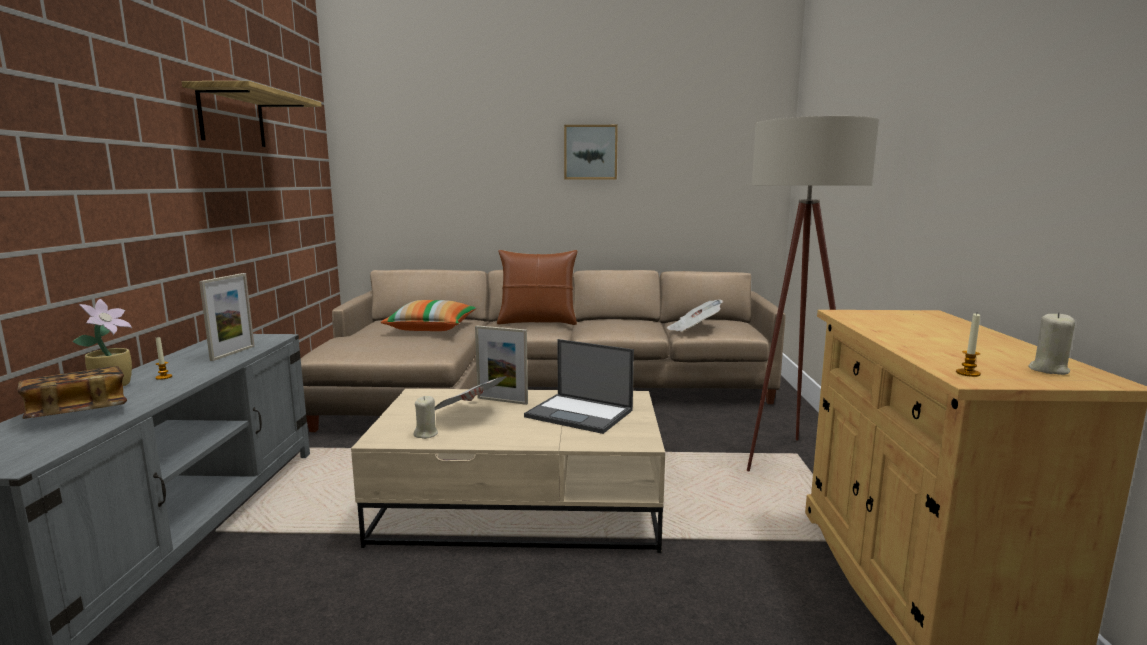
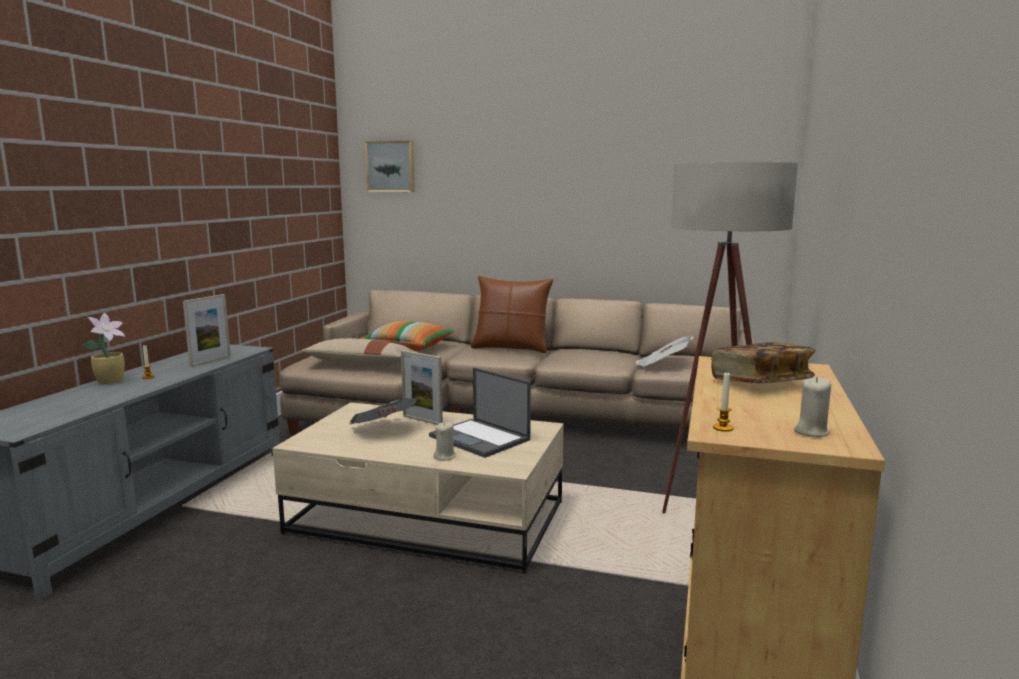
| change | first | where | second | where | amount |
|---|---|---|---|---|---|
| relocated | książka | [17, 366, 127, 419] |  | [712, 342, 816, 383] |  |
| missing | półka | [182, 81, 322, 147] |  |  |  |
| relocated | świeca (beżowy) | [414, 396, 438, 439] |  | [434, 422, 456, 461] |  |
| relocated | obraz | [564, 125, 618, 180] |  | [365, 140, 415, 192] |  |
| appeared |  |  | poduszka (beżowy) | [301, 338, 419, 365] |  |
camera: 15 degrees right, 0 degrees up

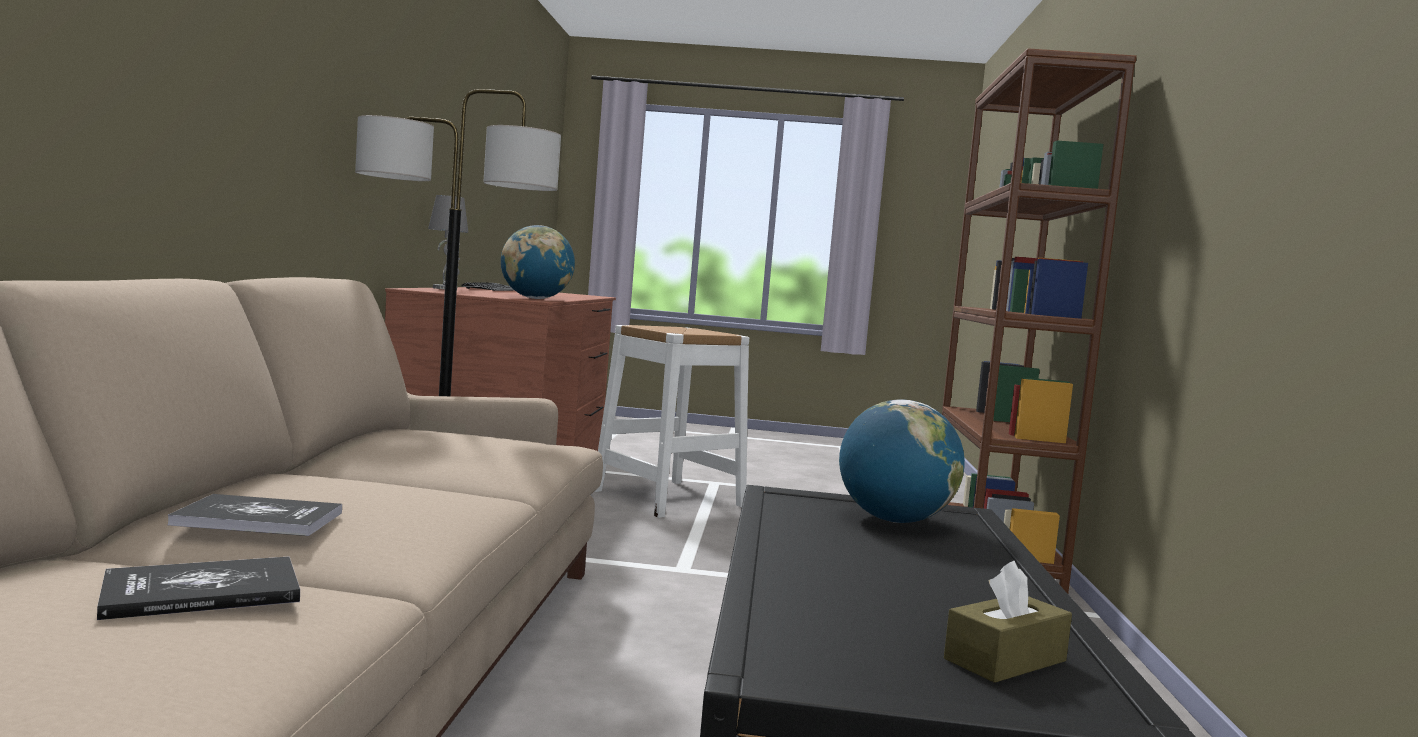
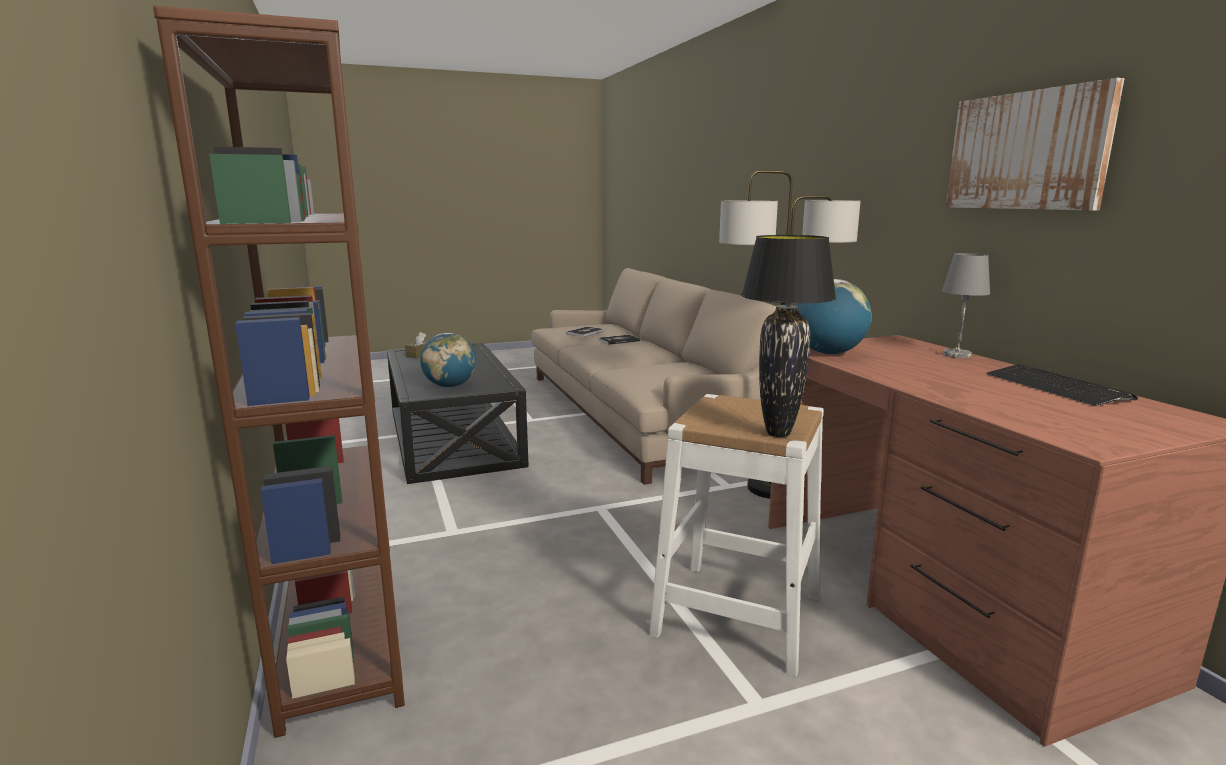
| change | first | where | second | where | amount |
|---|---|---|---|---|---|
| appeared |  |  | lampa stołowa (czarny) | [741, 235, 836, 437] |  |
| appeared |  |  | obraz | [946, 78, 1125, 211] |  |
camera: 155 degrees right, 10 degrees up

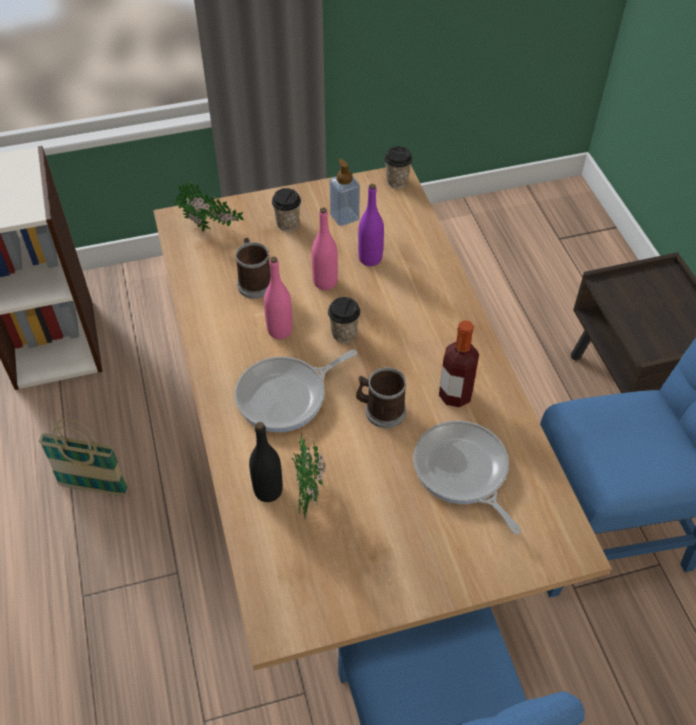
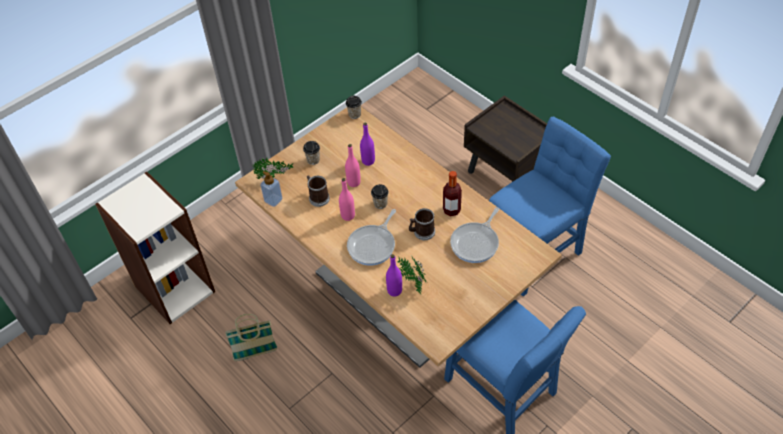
| change | first | where | second | where | amount |
|---|---|---|---|---|---|
| colour | butelka (czarny) | [249, 422, 283, 502] | butelka (fioletowy) | [386, 254, 402, 297] |  |
| relocated | dozownik mydła | [330, 159, 360, 226] |  | [260, 171, 283, 207] |  |
| spun | patelnia | [413, 421, 521, 534] |  | [450, 207, 499, 263] | 90 degrees counterclockwise |
camera: 25 degrees left, 0 degrees up

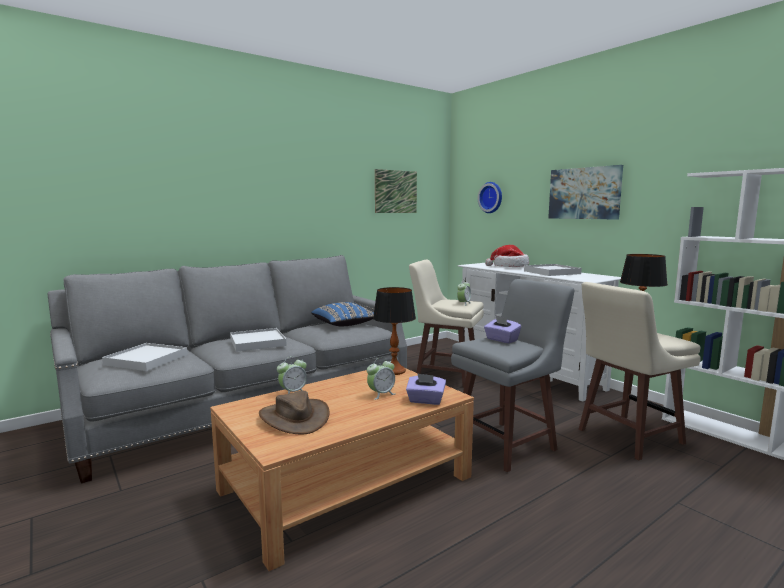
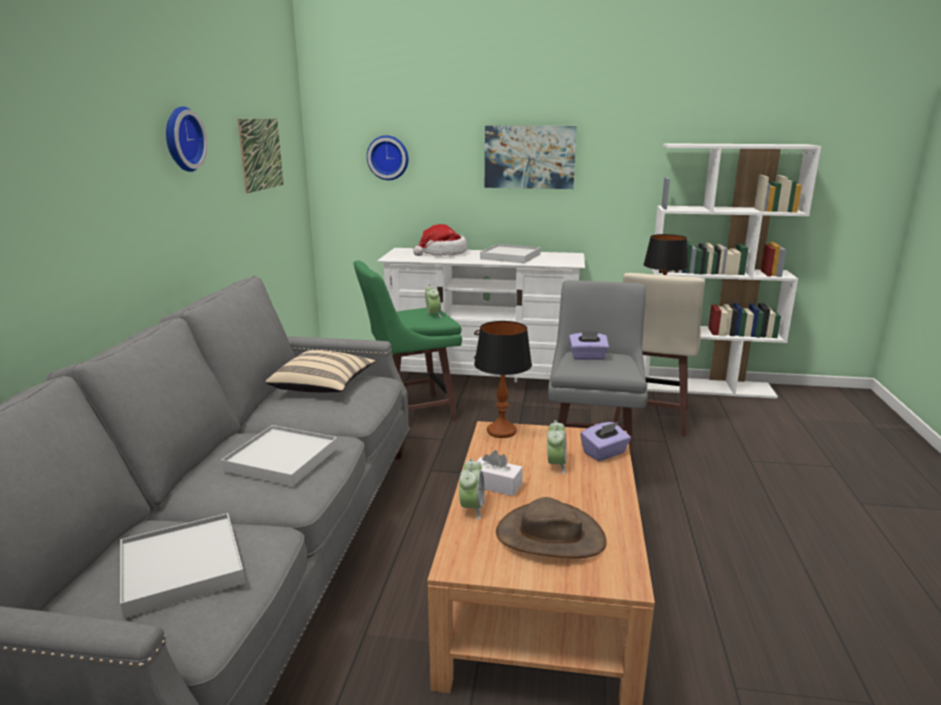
| change | first | where | second | where | amount |
|---|---|---|---|---|---|
| colour | poduszka (niebieski) | [311, 302, 374, 326] | poduszka (beżowy) | [265, 350, 375, 393] |  |
| colour | stołek (beżowy) | [409, 260, 484, 388] | stołek (zielony) | [354, 261, 462, 421] |  |
| appeared |  |  | zegar ścienny | [166, 106, 208, 172] |  |
| appeared |  |  | pudełko chusteczek (biały) | [477, 450, 523, 496] |  |
camera: 45 degrees left, 10 degrees up

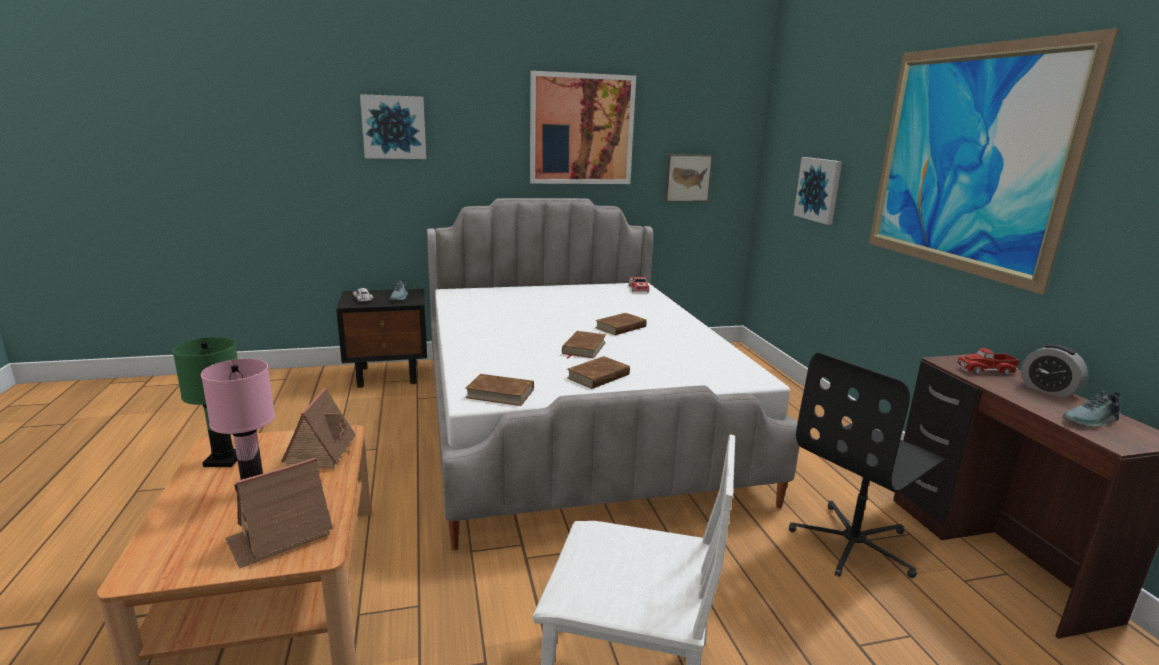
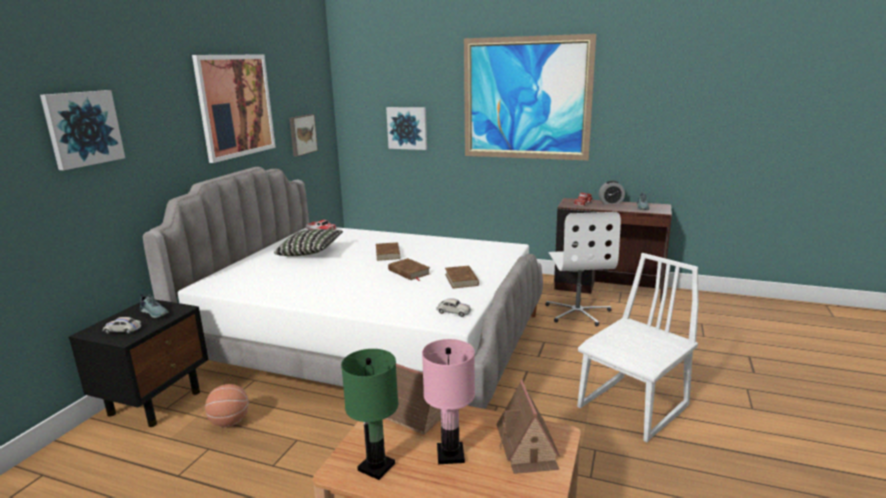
| change | first | where | second | where | amount |
|---|---|---|---|---|---|
| exchanged | książka (brązowy) | [465, 374, 534, 406] | samochodzik (biały) | [437, 298, 471, 317] |  |
| colour | krzesło biurowe (czarny) | [789, 353, 945, 578] | krzesło biurowe (biały) | [545, 212, 621, 326] |  |
| appeared |  |  | piłka do koszykówki | [205, 384, 249, 427] |  |
| appeared |  |  | poduszka | [274, 229, 343, 256] |  |
camera: 55 degrees left, 0 degrees up

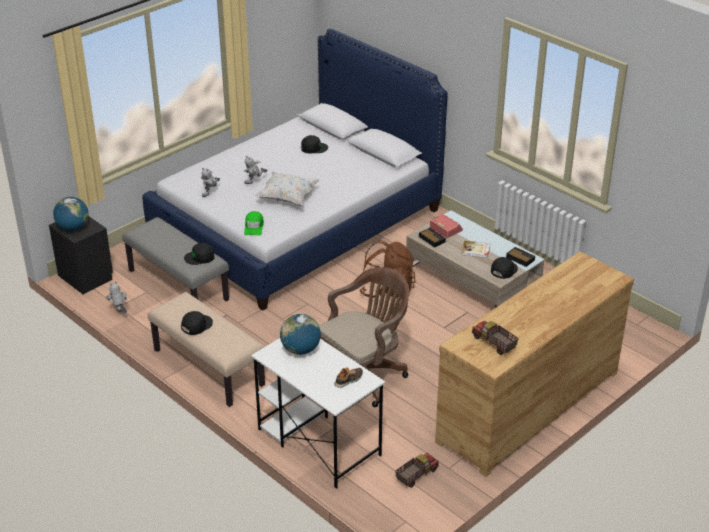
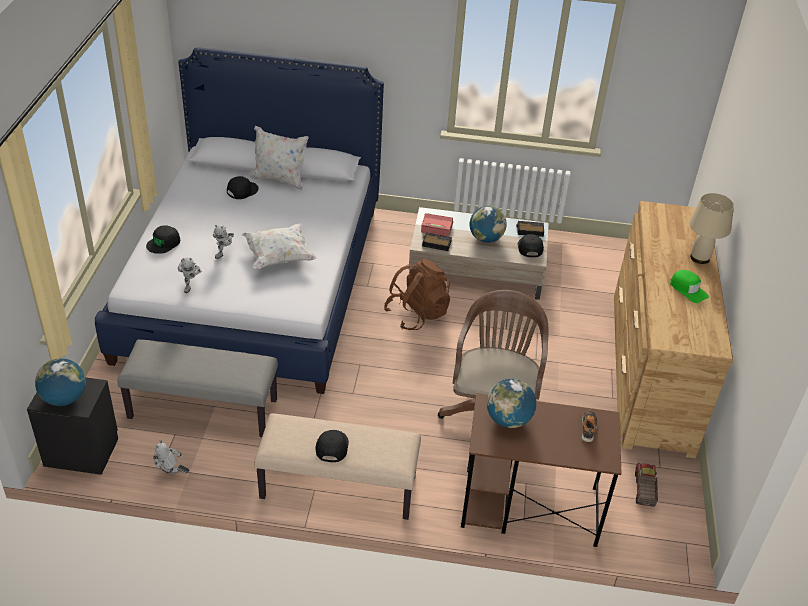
| change | first | where | second | where | amount |
|---|---|---|---|---|---|
| relocated | czapka z daszkiem (czarny) | [184, 243, 215, 265] |  | [146, 225, 181, 254] |  |
| relocated | czapka z daszkiem (zielony) | [244, 211, 264, 235] |  | [670, 270, 709, 303] |  |
| colour | biurko (biały) | [251, 338, 385, 489] | biurko (brązowy) | [461, 393, 622, 547] |  |
| exchanged | książka | [461, 241, 490, 258] | globus | [470, 206, 507, 243] |  |
| missing | ciężarówka zabawkowa | [472, 320, 519, 355] |  |  |  |
| appeared |  |  | poduszka (biały) | [250, 126, 309, 190] |  |
| appeared |  |  | lampa stołowa (beżowy) | [689, 193, 734, 264] |  |
camera: 40 degrees left, 5 degrees up

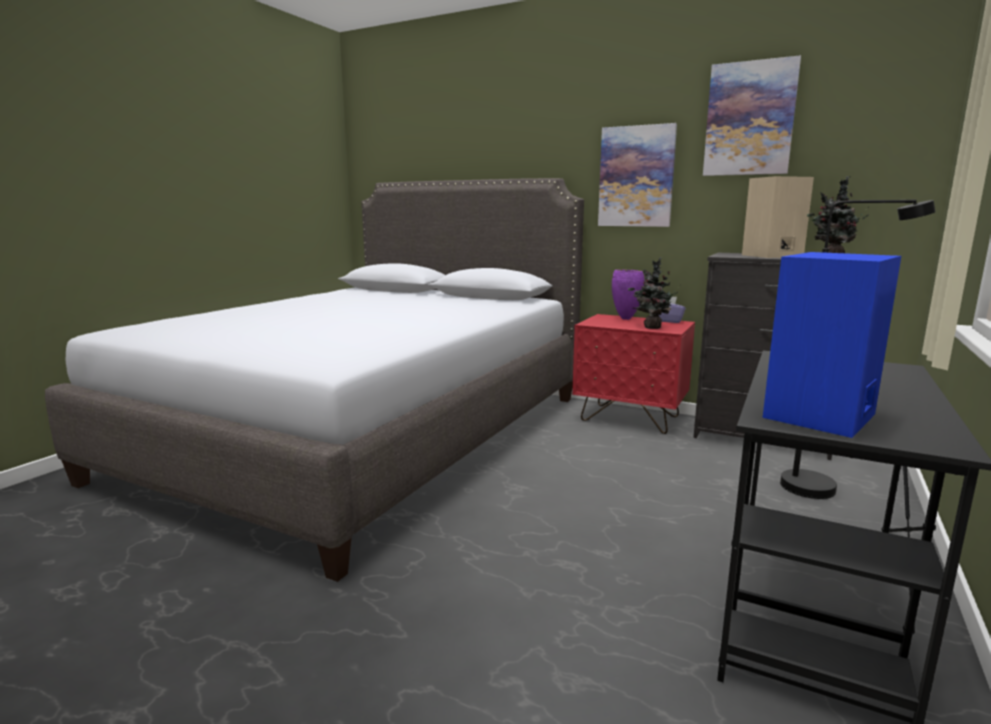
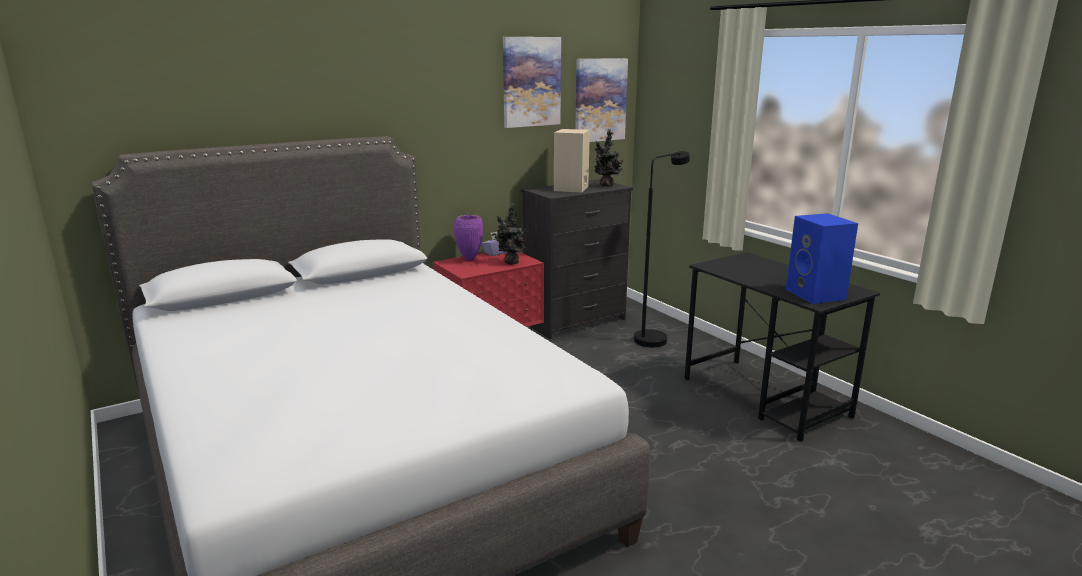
| change | first | where | second | where | amount |
|---|---|---|---|---|---|
| relocated | obraz | [598, 123, 677, 227] |  | [575, 58, 628, 142] |  |
camera: 60 degrees left, 5 degrees up

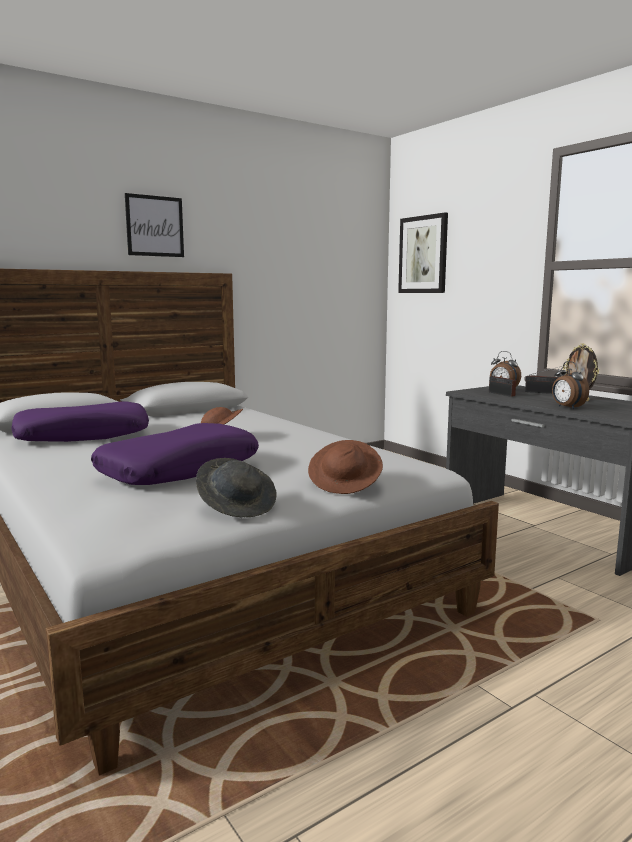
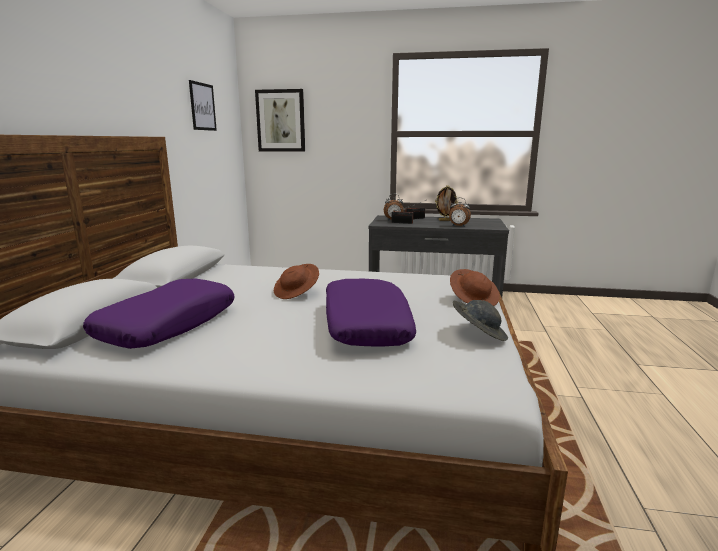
| change | first | where | second | where | amount |
|---|---|---|---|---|---|
| relocated | obraz | [125, 193, 184, 257] |  | [189, 80, 217, 131] |  |
camera: 45 degrees left, 5 degrees up

